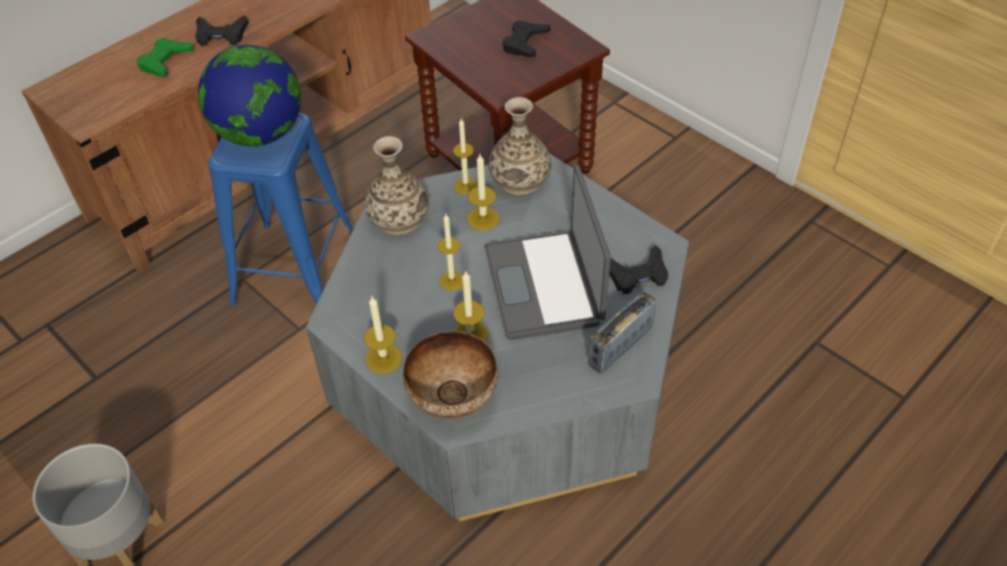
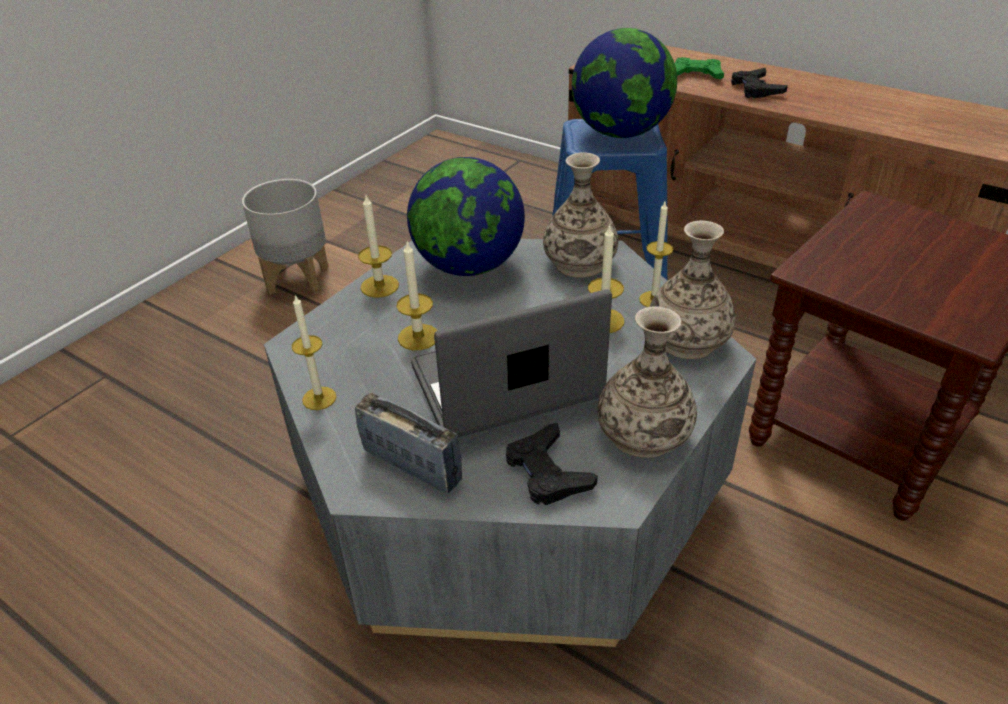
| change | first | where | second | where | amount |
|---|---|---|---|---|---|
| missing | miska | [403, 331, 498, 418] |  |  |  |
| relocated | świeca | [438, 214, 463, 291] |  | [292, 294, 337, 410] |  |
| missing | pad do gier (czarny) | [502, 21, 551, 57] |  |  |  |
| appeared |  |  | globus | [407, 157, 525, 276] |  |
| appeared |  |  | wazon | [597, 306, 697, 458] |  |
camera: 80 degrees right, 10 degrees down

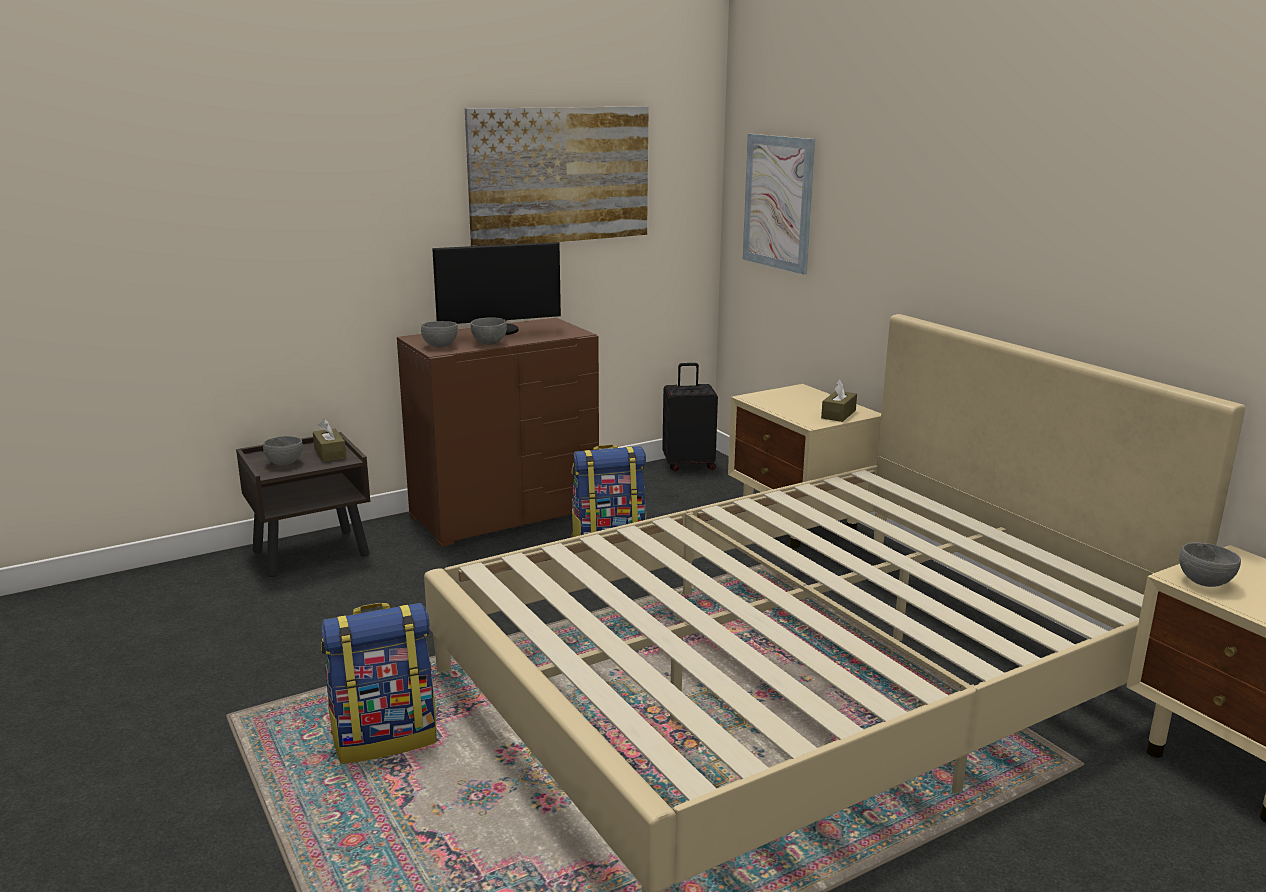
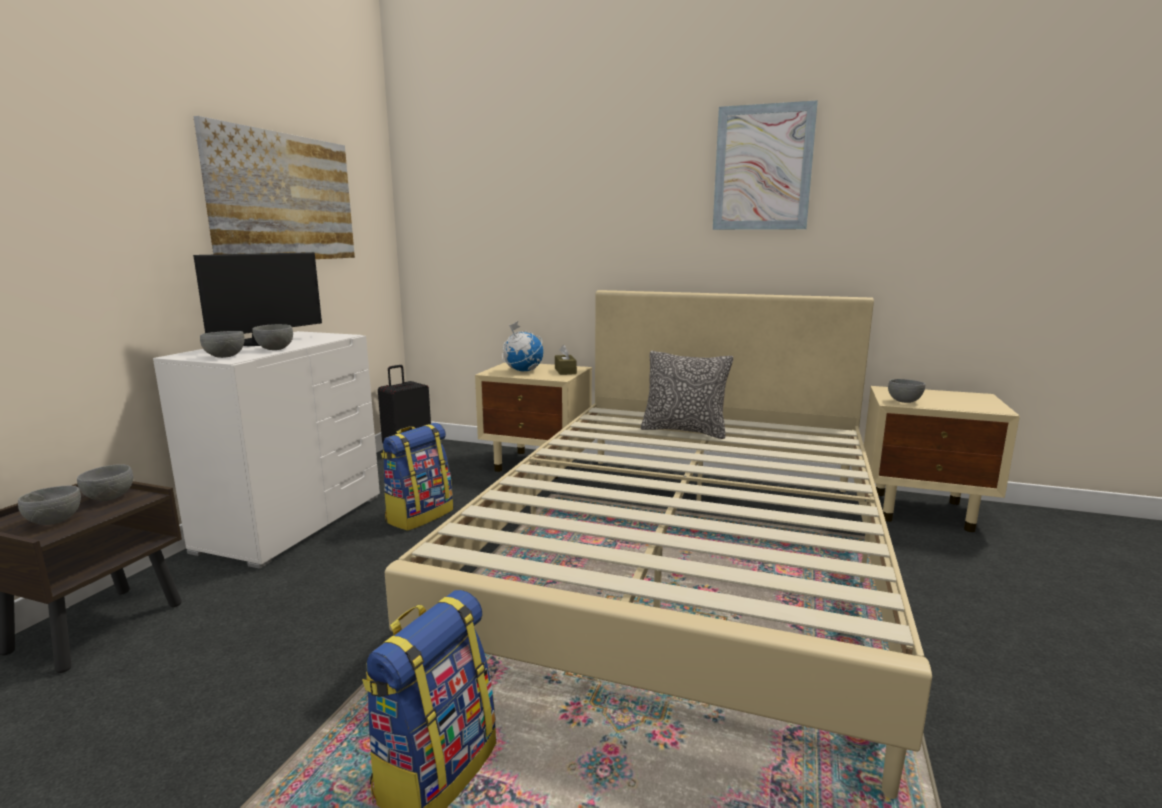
| change | first | where | second | where | amount |
|---|---|---|---|---|---|
| exchanged | pudełko chusteczek (brązowy) | [313, 419, 346, 462] | miska (szary) | [77, 464, 133, 501] |  |
| colour | komoda (brązowy) | [397, 318, 599, 547] | komoda (biały) | [153, 331, 380, 569] |  |
| relocated | obraz | [743, 134, 815, 274] |  | [713, 100, 818, 230] |  |
| appeared |  |  | globus | [502, 321, 543, 371] |  |
| appeared |  |  | poduszka | [641, 351, 733, 439] |  |
camera: 40 degrees left, 5 degrees down

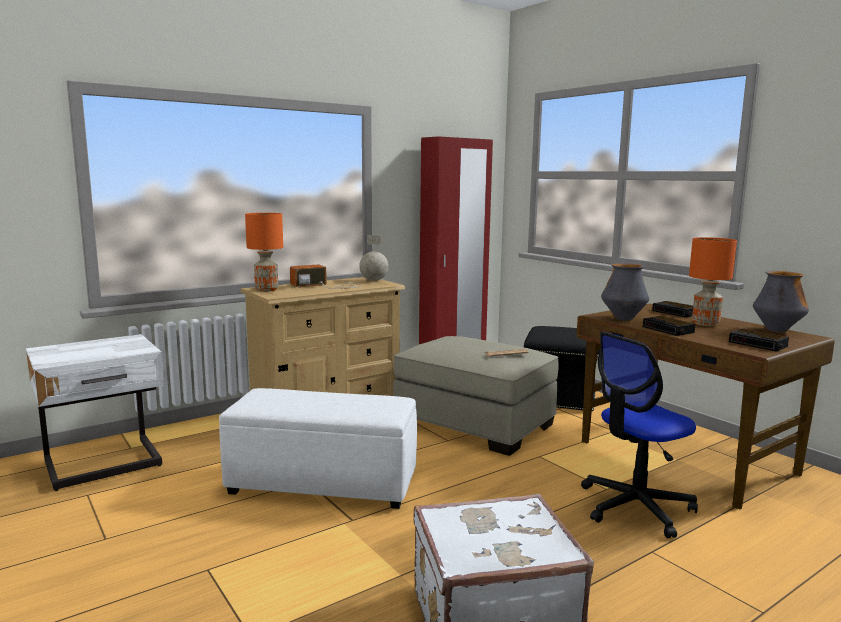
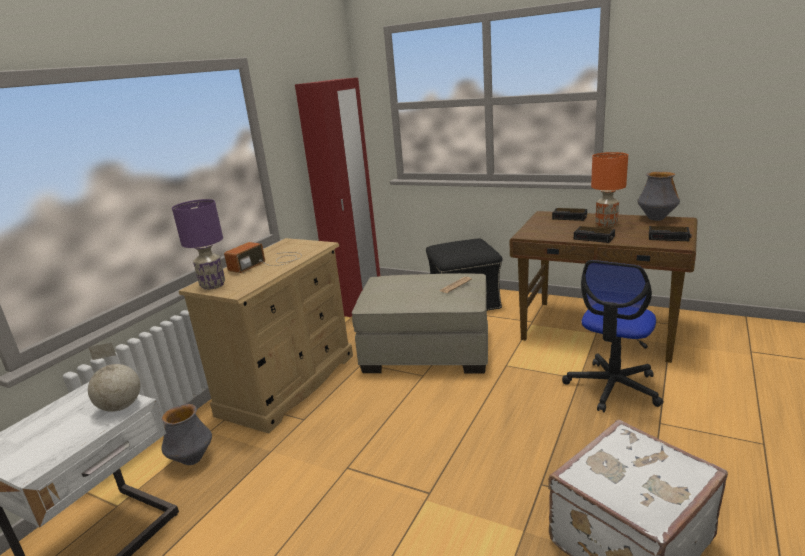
| change | first | where | second | where | amount |
|---|---|---|---|---|---|
| missing | pufa (biały) | [219, 388, 417, 509] |  |  |  |
| colour | lampa stołowa (pomarańczowy) | [245, 213, 283, 292] | lampa stołowa (fioletowy) | [172, 199, 225, 290] |  |
| relocated | globus | [359, 235, 389, 281] |  | [88, 342, 140, 412] |  |
| relocated | wazon | [601, 263, 649, 321] |  | [162, 404, 212, 465] |  |
camera: 25 degrees left, 10 degrees up

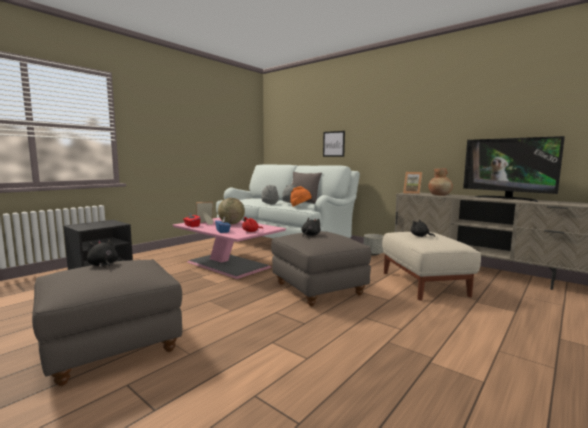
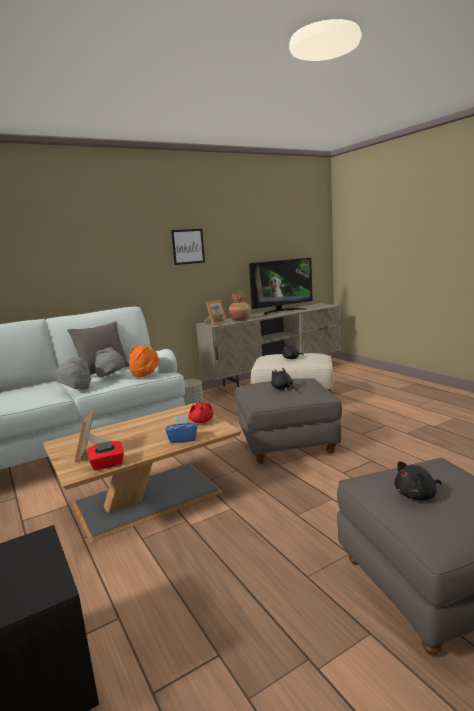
| change | first | where | second | where | amount |
|---|---|---|---|---|---|
| colour | ława (różowy) | [173, 217, 286, 279] | ława (brązowy) | [43, 403, 241, 542] |  |
| missing | globus | [218, 198, 245, 224] |  |  |  |
| relocated | obraz | [323, 131, 345, 157] |  | [171, 229, 205, 265] |  |
camera: 70 degrees left, 5 degrees up

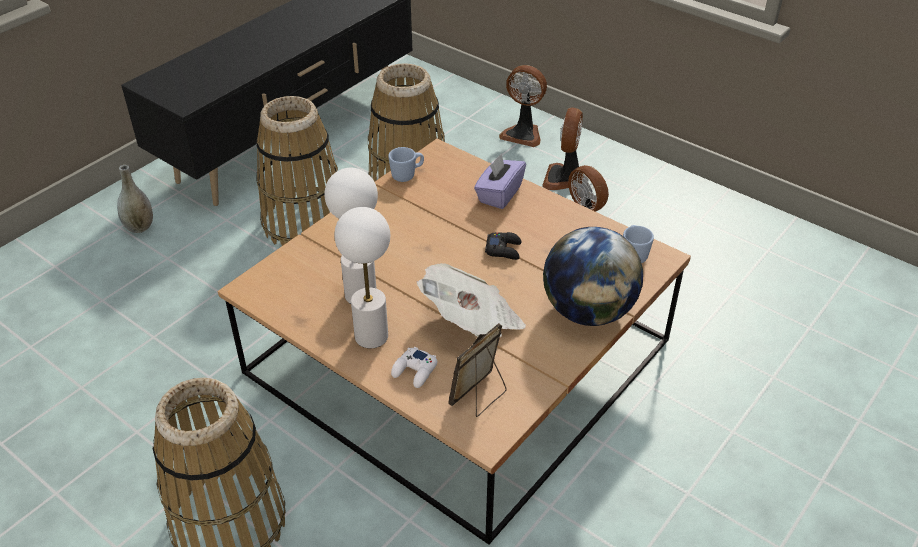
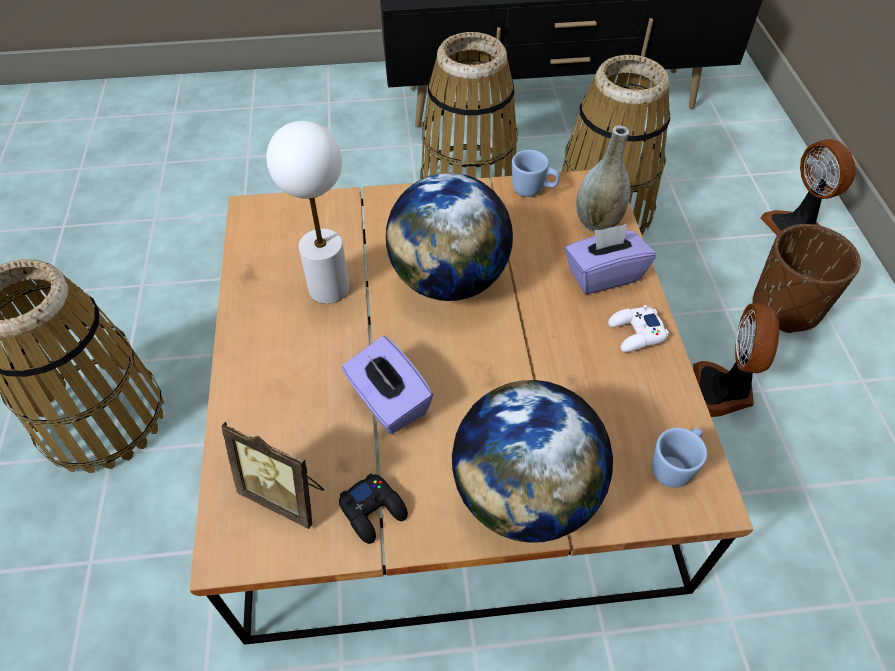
| change | first | where | second | where | amount |
|---|---|---|---|---|---|
| relocated | wazon (szary) | [117, 165, 153, 233] |  | [576, 125, 630, 232] |  |
| missing | lampa stołowa (biały) | [334, 207, 390, 348] |  |  |  |
| relocated | pad do gier (biały) | [391, 347, 437, 388] |  | [608, 305, 669, 352] |  |
| exchanged | gazeta | [417, 263, 526, 337] | pudełko chusteczek (fioletowy) | [342, 336, 433, 434] |  |
| spun | ramka na zdjęcie | [448, 323, 507, 417] |  | [221, 422, 324, 529] | 150 degrees counterclockwise |
| relocated | pad do gier (czarny) | [485, 232, 521, 260] |  | [339, 473, 408, 544] |  |
| exchanged | wentylator | [542, 107, 584, 190] | donica (brązowy) | [752, 224, 861, 333] |  |
| appeared |  |  | globus | [386, 173, 513, 301] |  |
camera: 45 degrees right, 10 degrees up

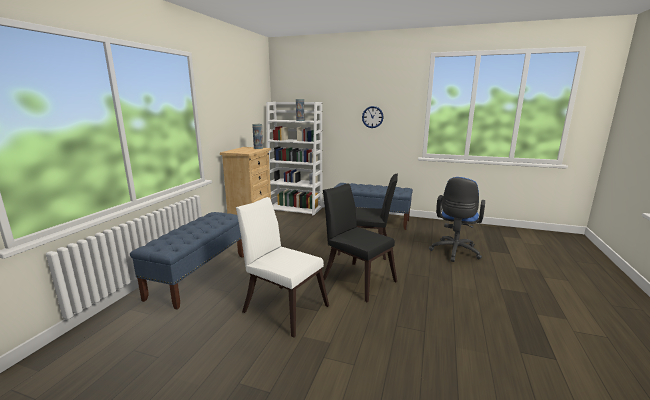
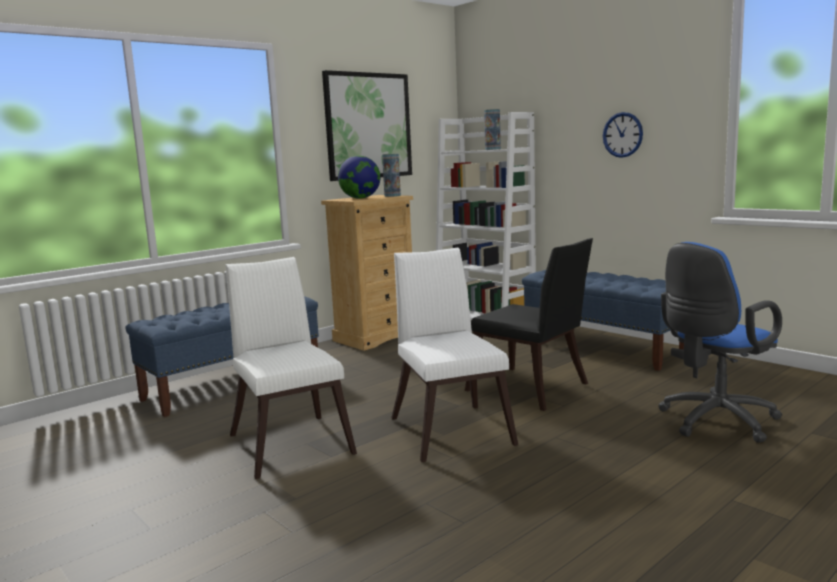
| change | first | where | second | where | amount |
|---|---|---|---|---|---|
| colour | krzesło (czarny) | [323, 183, 397, 302] | krzesło (biały) | [391, 247, 518, 462] |  |
| appeared |  |  | obraz | [322, 70, 412, 181] |  |
| appeared |  |  | globus | [338, 156, 380, 199] |  |
camera: 30 degrees right, 5 degrees down

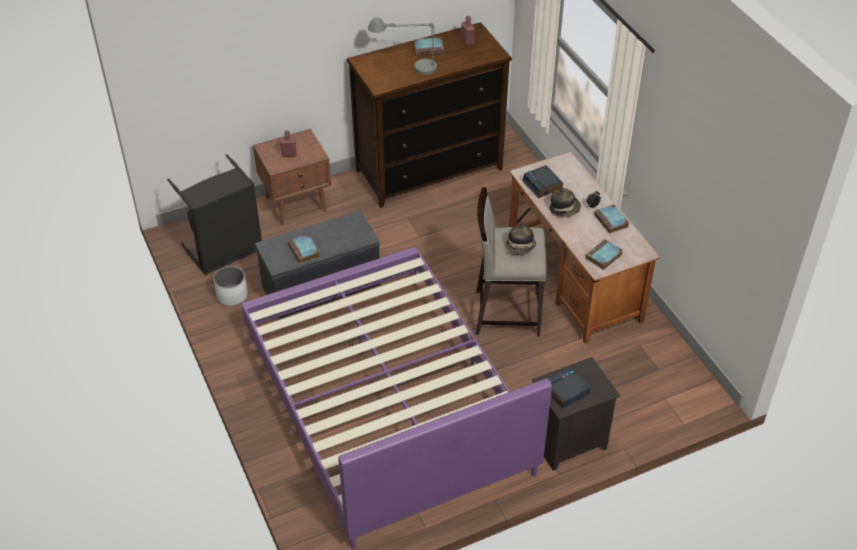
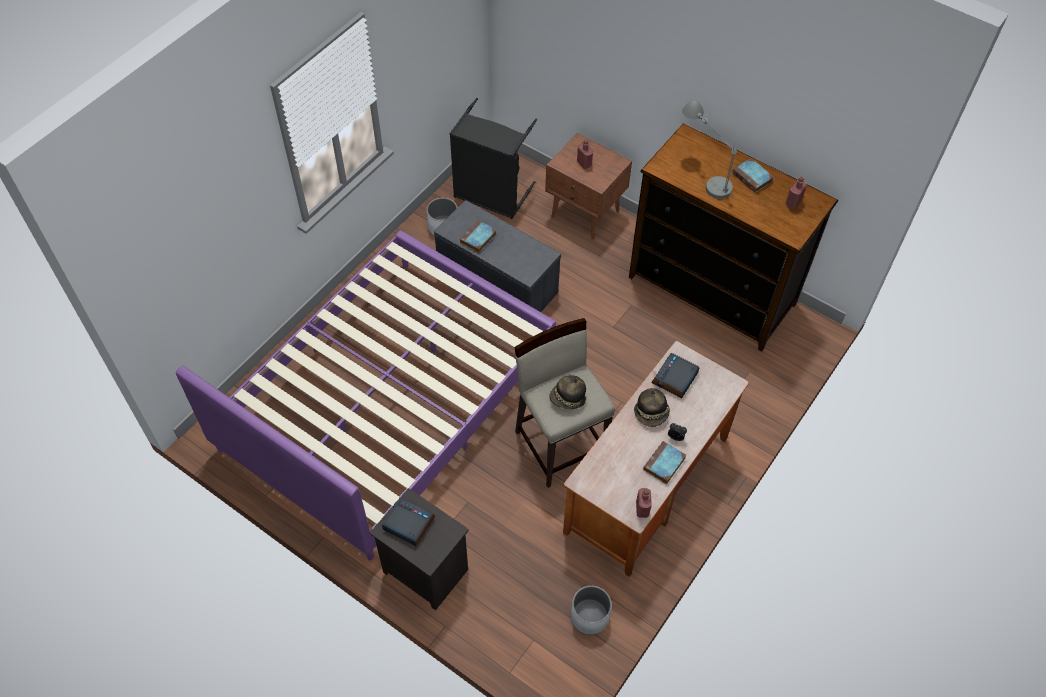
| change | first | where | second | where | amount |
|---|---|---|---|---|---|
| missing | książka | [585, 239, 623, 270] |  |  |  |
| appeared |  |  | donica (biały) | [571, 586, 612, 635] |  |
| appeared |  |  | butelka (czerwony) | [636, 488, 652, 518] |  |
camera: 60 degrees right, 10 degrees up

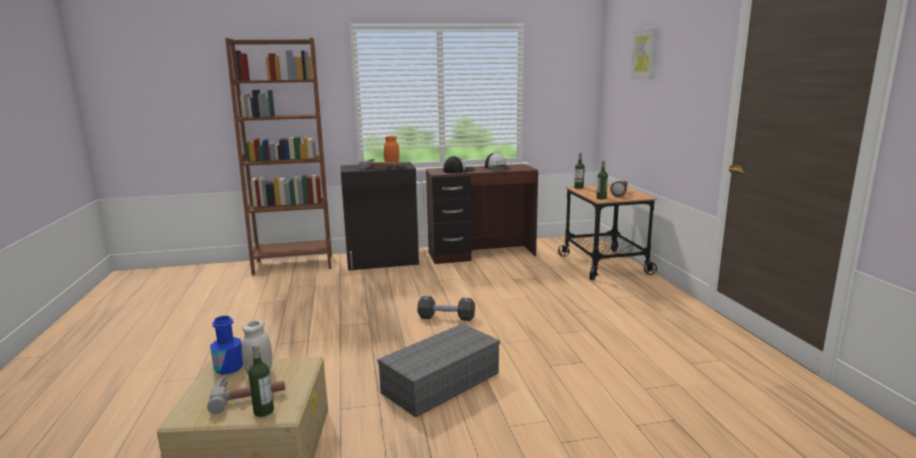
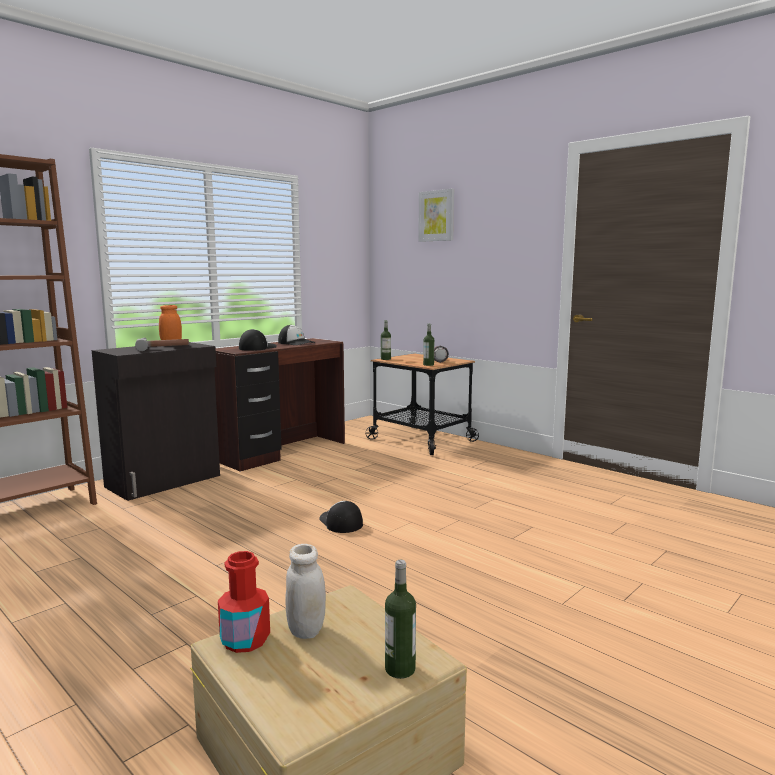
| change | first | where | second | where | amount |
|---|---|---|---|---|---|
| missing | młotek | [207, 375, 285, 414] |  |  |  |
| colour | butelka (niebieski) | [210, 316, 243, 375] | butelka (czerwony) | [218, 551, 270, 653] |  |
| missing | pojemnik do przechowywania (szary) | [378, 323, 500, 417] |  |  |  |
| exchanged | hantel (czarny) | [417, 296, 475, 321] | czapka z daszkiem | [319, 501, 363, 533] |  |
camera: 35 degrees left, 5 degrees down

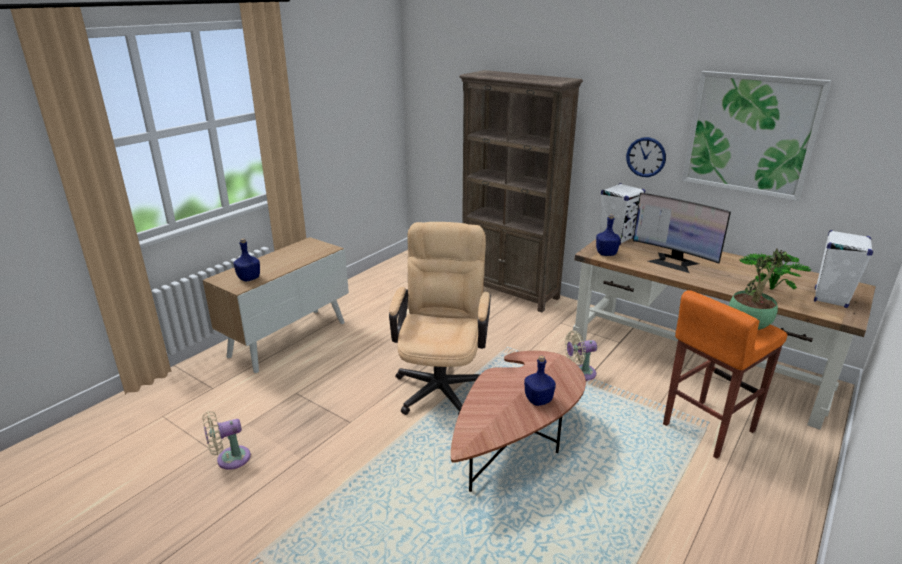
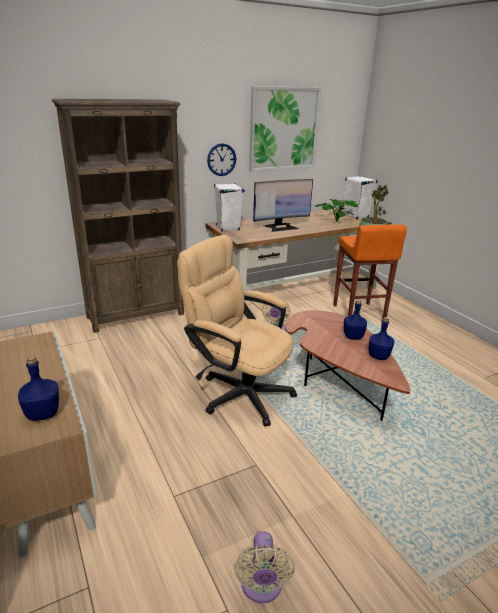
| change | first | where | second | where | amount |
|---|---|---|---|---|---|
| relocated | butelka (niebieski) | [596, 214, 620, 256] |  | [369, 317, 394, 360] |  |
camera: 65 degrees left, 0 degrees up

